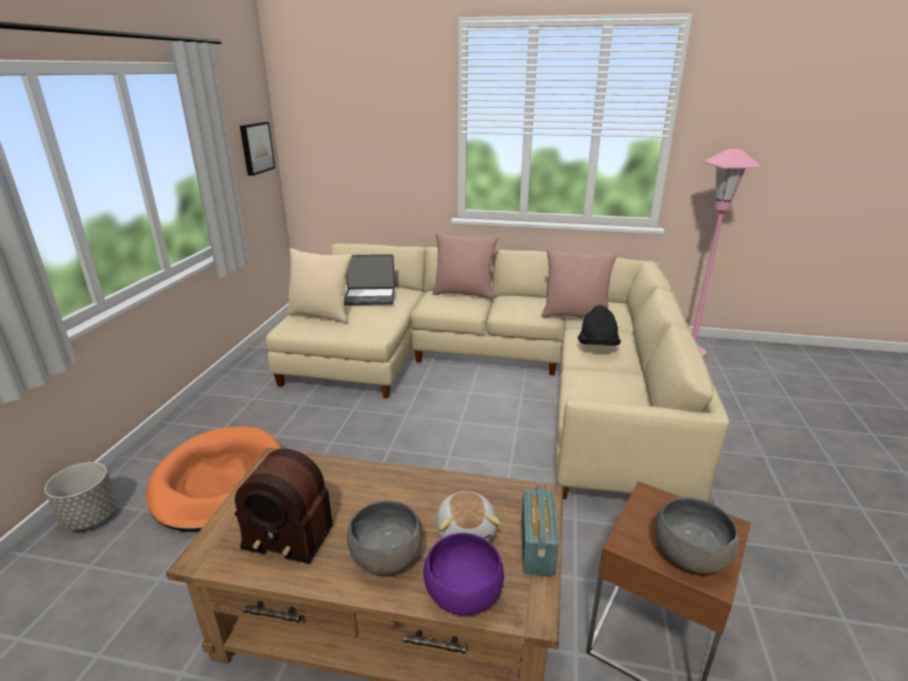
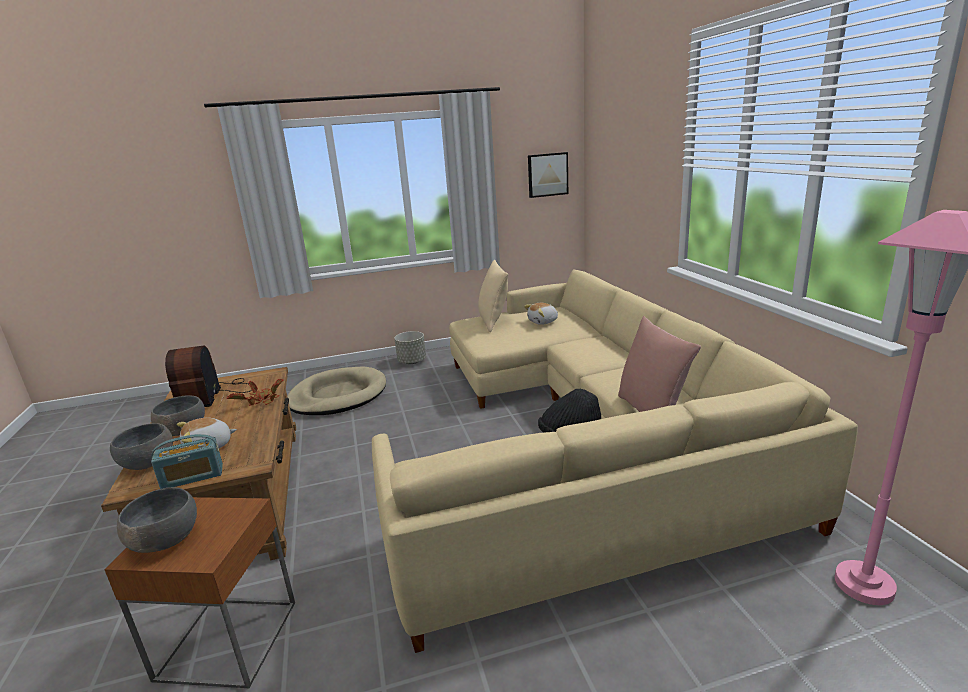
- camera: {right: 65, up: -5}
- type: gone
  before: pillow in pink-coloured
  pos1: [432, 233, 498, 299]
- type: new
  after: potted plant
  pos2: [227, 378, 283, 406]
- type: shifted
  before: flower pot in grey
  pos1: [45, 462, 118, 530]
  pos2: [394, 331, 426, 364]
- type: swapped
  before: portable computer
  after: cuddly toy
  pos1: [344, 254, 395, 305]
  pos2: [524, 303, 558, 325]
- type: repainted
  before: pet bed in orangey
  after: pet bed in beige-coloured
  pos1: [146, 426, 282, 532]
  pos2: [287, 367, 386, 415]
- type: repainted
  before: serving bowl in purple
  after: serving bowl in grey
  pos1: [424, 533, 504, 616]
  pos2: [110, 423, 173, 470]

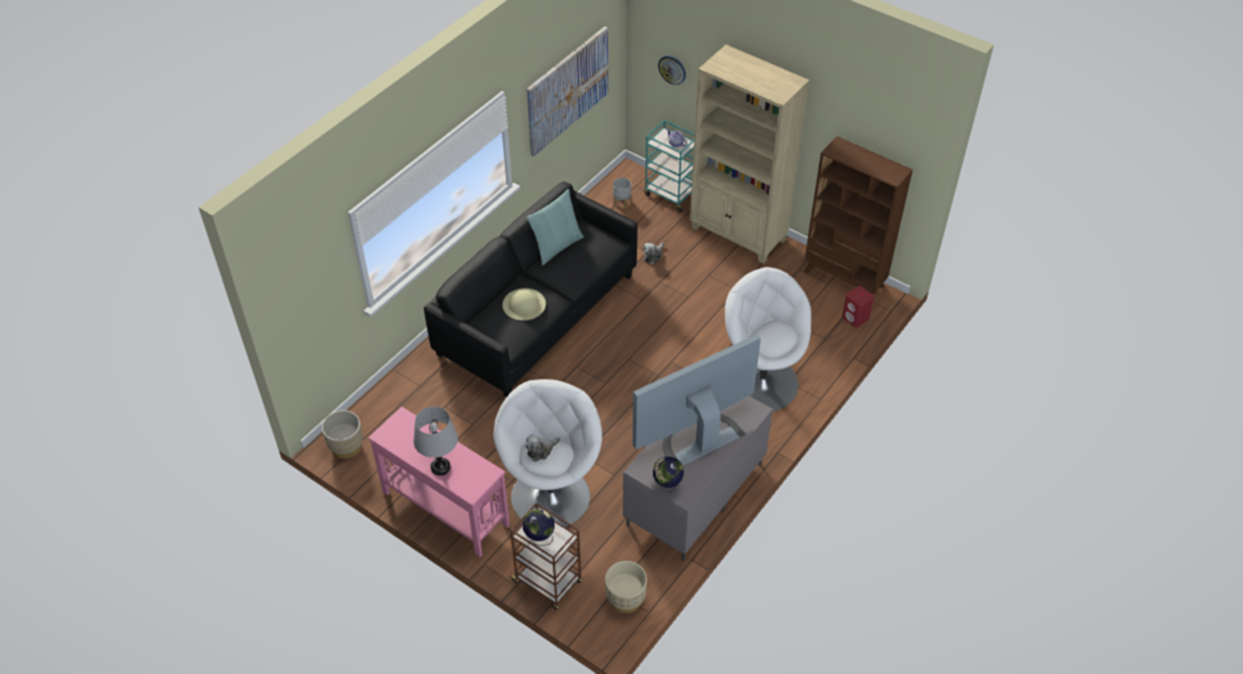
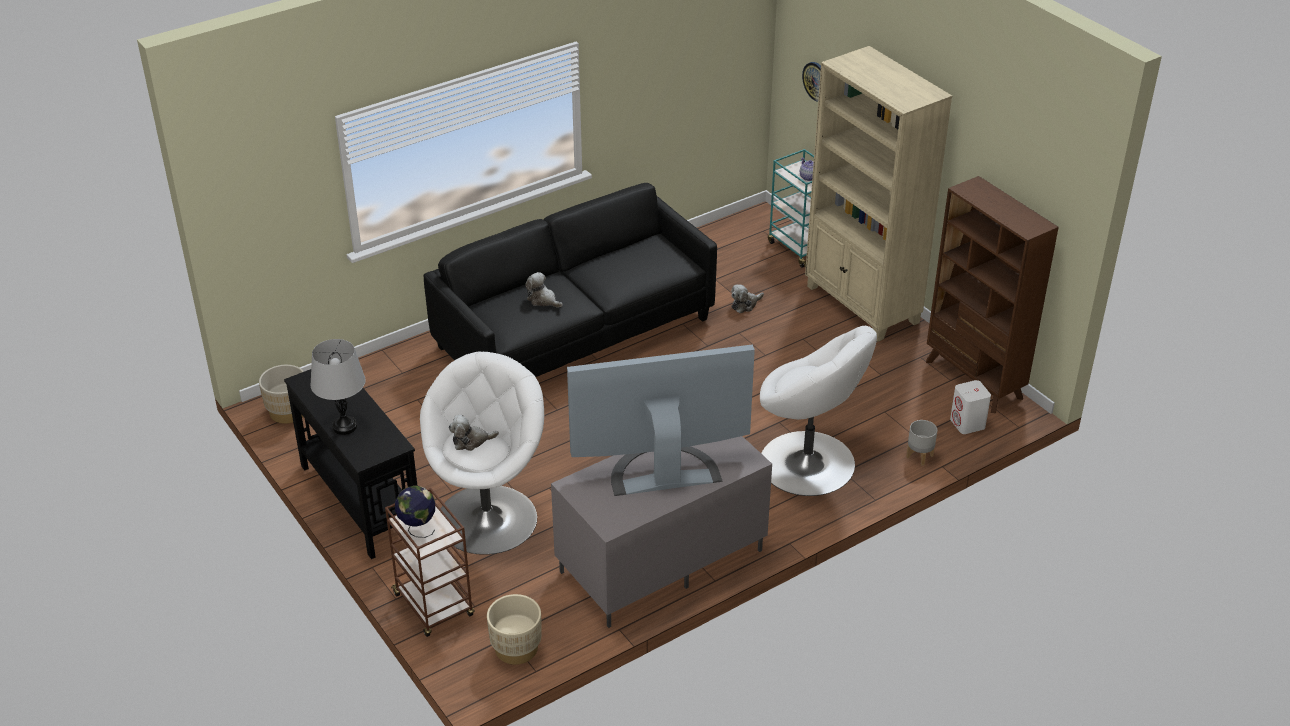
- camera: {right: 20, up: -10}
- type: gone
  before: wall picture
  pos1: [527, 26, 608, 157]
- type: gone
  before: pillow
  pos1: [527, 189, 584, 265]
- type: gone
  before: world globe
  pos1: [653, 457, 684, 492]
- type: shifted
  before: flower pot in grey
  pos1: [613, 178, 631, 208]
  pos2: [906, 420, 937, 466]
- type: swapped
  before: clothing hat in beige-coloured
  after: cuddly toy
  pos1: [502, 288, 546, 321]
  pos2: [525, 272, 563, 308]
- type: repainted
  before: hall table in pink-coloured
  after: hall table in blackish
  pos1: [368, 407, 510, 557]
  pos2: [284, 369, 417, 559]
- type: repainted
  before: speaker in red-coloured
  after: speaker in whitish
  pos1: [842, 286, 874, 327]
  pos2: [950, 380, 991, 434]
- type: rotated
  before: armchair in whitish
  pos1: [725, 267, 811, 411]
  pos2: [760, 326, 877, 496]
  turn: 150

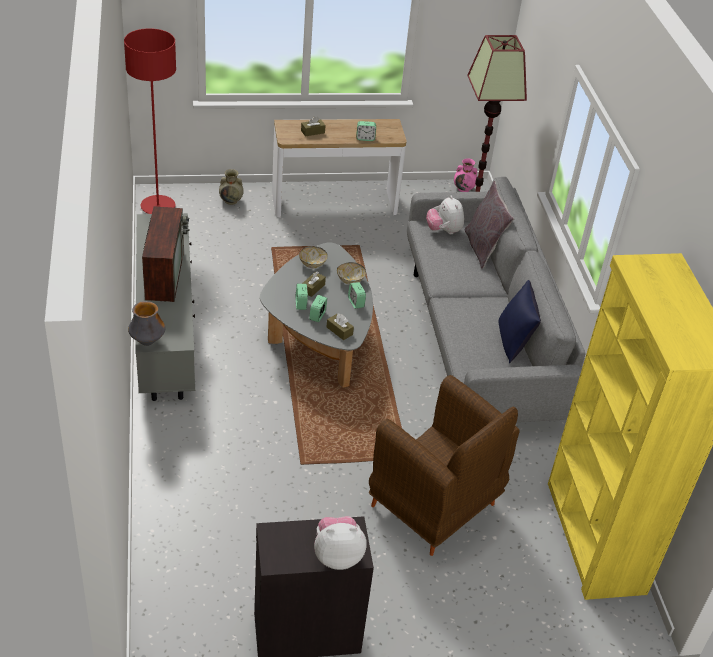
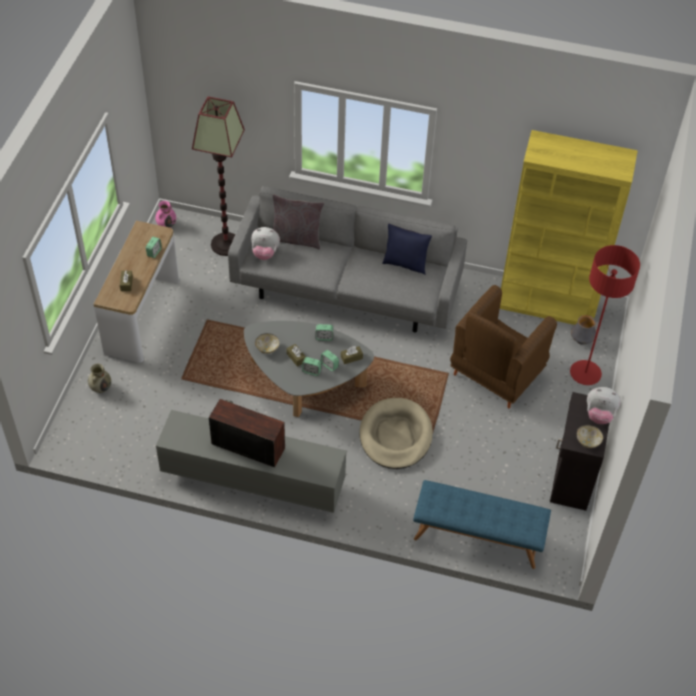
- camera: {right: -65, up: 10}
- type: new
  after: pet bed in beige-coloured
  pos2: [359, 398, 433, 469]
- type: new
  after: indoor bench in blue
  pos2: [413, 480, 551, 569]
- type: shifted
  before: standard lamp in red-coloured
  pos1: [124, 28, 176, 214]
  pos2: [570, 245, 640, 385]
- type: shifted
  before: flower vase
  pos1: [128, 301, 165, 346]
  pos2: [571, 315, 596, 345]
- type: shifted
  before: serving bowl
  pos1: [337, 262, 366, 284]
  pos2: [577, 425, 603, 448]
- type: rotated
  before: cuddly toy
  pos1: [314, 516, 367, 570]
  pos2: [587, 387, 621, 424]
  turn: -90
- type: rotated
  before: armchair in brown
  pos1: [369, 375, 520, 556]
  pos2: [450, 285, 557, 409]
  turn: 150

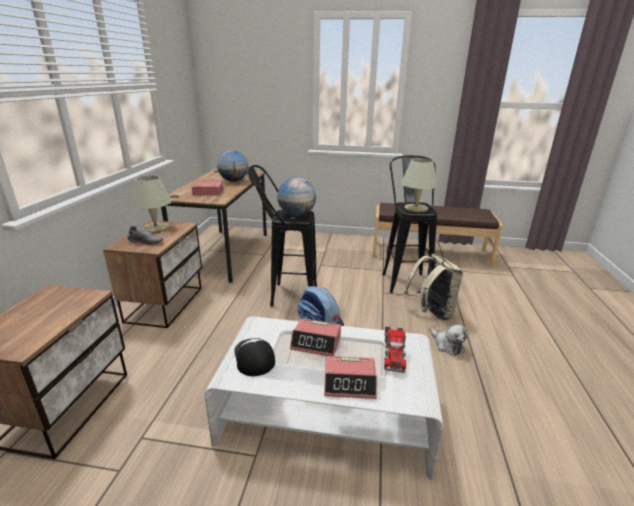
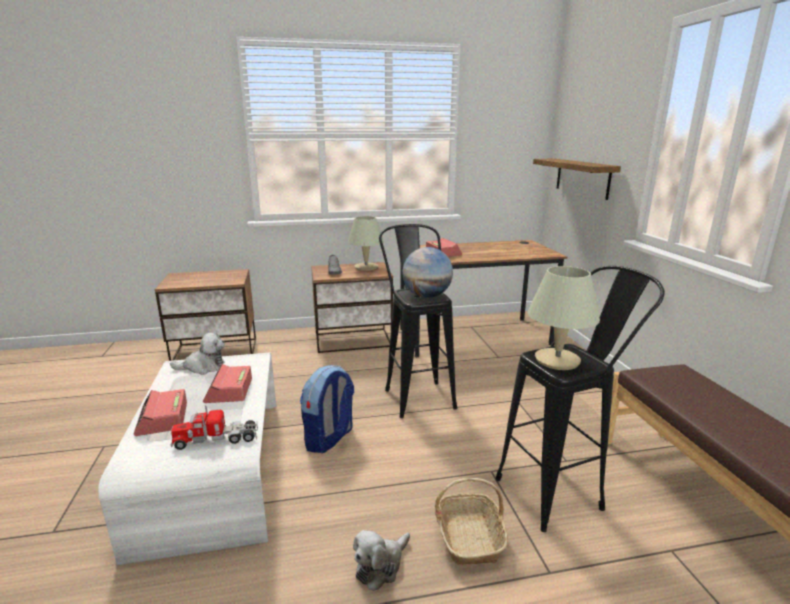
- camera: {right: 70, up: -5}
- type: gone
  before: world globe
  pos1: [217, 150, 248, 182]
- type: new
  after: wall shelf
  pos2: [533, 159, 621, 200]
- type: swapped
  before: peaked cap
  after: cuddly toy
  pos1: [234, 338, 275, 376]
  pos2: [170, 332, 225, 375]
- type: swapped
  before: knapsack in beige-coloured
  after: storage basket
  pos1: [404, 254, 463, 320]
  pos2: [435, 478, 508, 565]

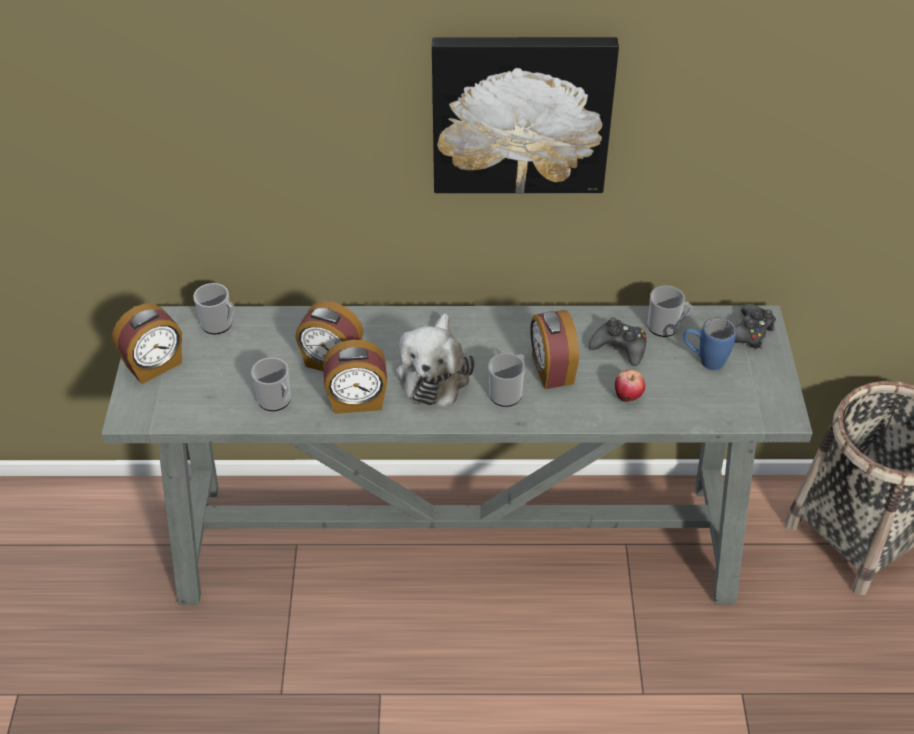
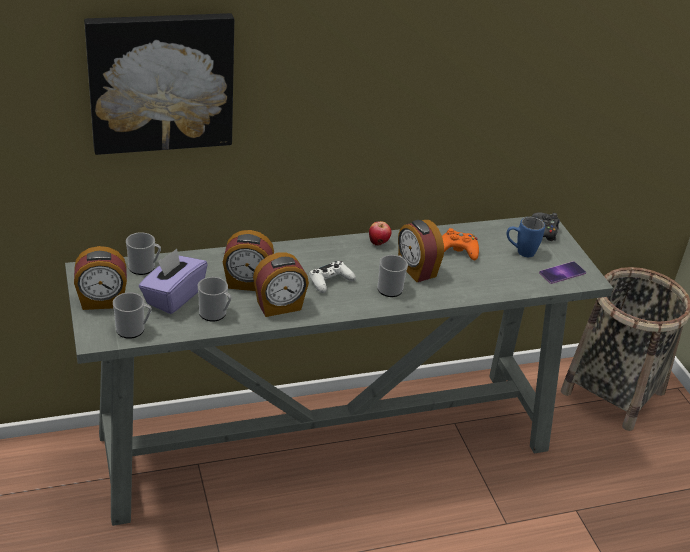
- camera: {right: -20, up: -10}
- type: new
  after: tissue holder in purple
  pos2: [139, 248, 208, 314]
- type: new
  after: phone
  pos2: [539, 261, 586, 284]
- type: shifted
  before: wall picture
  pos1: [432, 37, 619, 193]
  pos2: [84, 13, 234, 155]
- type: shifted
  before: apple
  pos1: [615, 369, 645, 402]
  pos2: [369, 221, 391, 246]
- type: shifted
  before: coffee mug
  pos1: [647, 285, 692, 337]
  pos2: [113, 292, 152, 339]
- type: swapped
  before: cuddly toy
  after: game controller in whitish
  pos1: [396, 313, 475, 406]
  pos2: [309, 261, 356, 293]
- type: repainted
  before: game controller in blackish
  after: game controller in orangey
  pos1: [588, 317, 646, 366]
  pos2: [442, 228, 479, 260]
- type: rotated
  before: alarm clock
  pos1: [112, 304, 182, 384]
  pos2: [74, 246, 127, 310]
  turn: 45

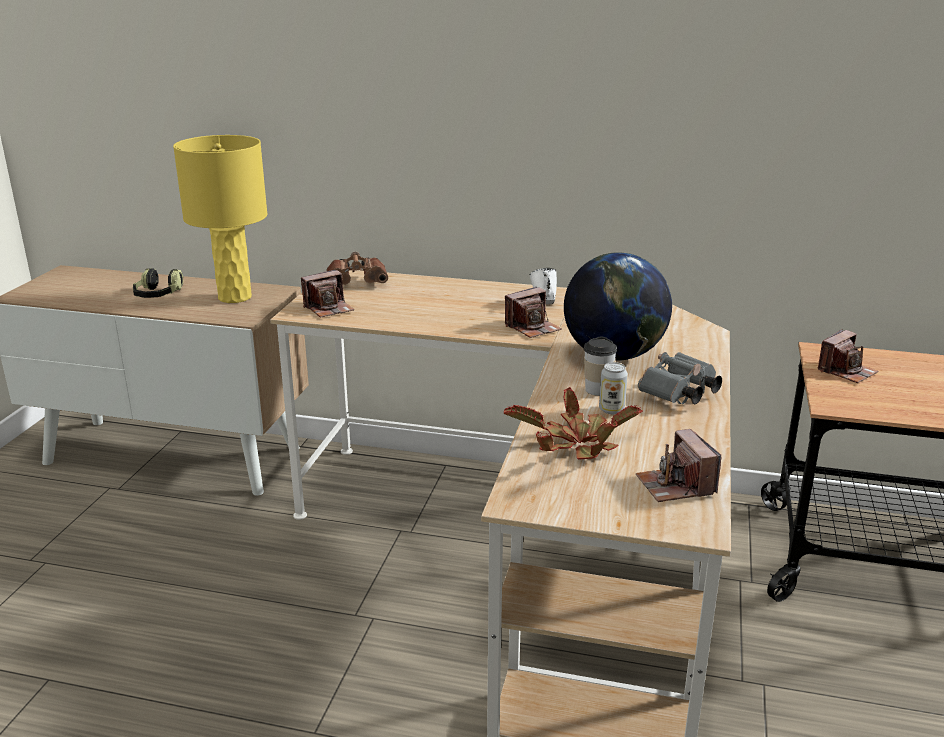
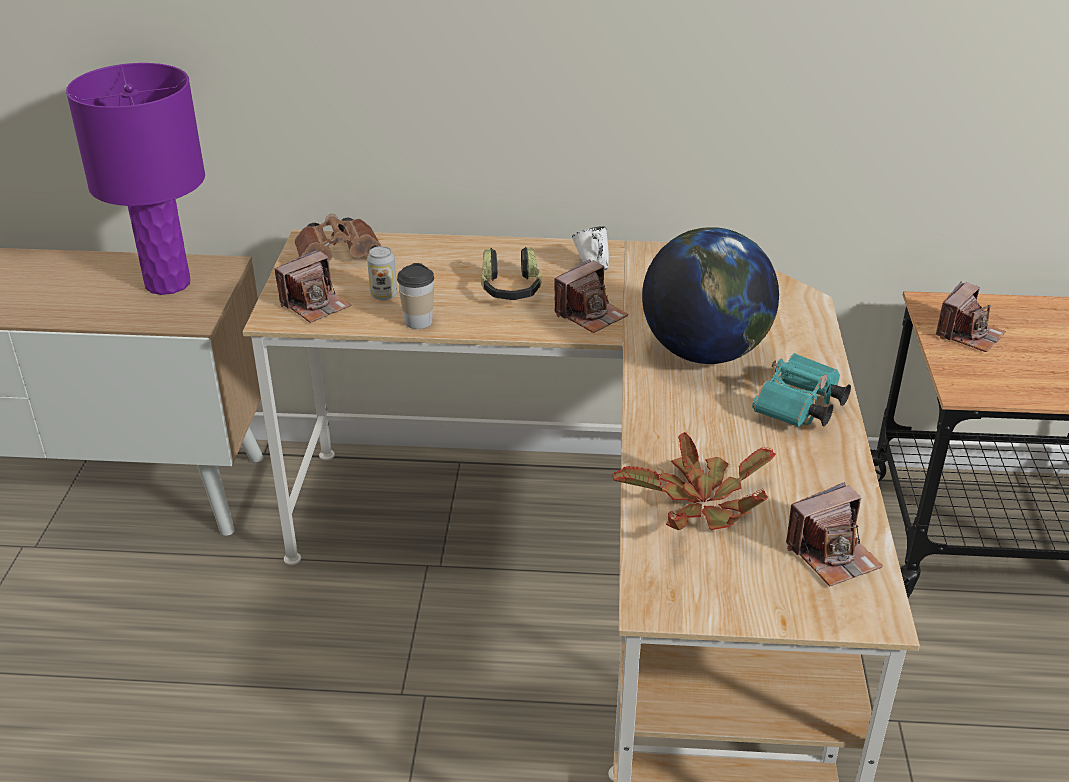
- camera: {right: -10, up: 10}
- type: shifted
  before: pair of headphones
  pos1: [133, 268, 183, 298]
  pos2: [481, 247, 542, 300]
- type: shifted
  before: cup
  pos1: [584, 337, 617, 396]
  pos2: [397, 263, 434, 329]
- type: shifted
  before: can
  pos1: [599, 362, 628, 414]
  pos2: [367, 246, 397, 300]
- type: repainted
  before: lamp for a table in yellow-coloured
  after: lamp for a table in purple
  pos1: [173, 135, 268, 303]
  pos2: [66, 63, 205, 295]
- type: repainted
  before: pair of binoculars in grey
  after: pair of binoculars in turquoise-coloured
  pos1: [638, 352, 722, 404]
  pos2: [752, 353, 851, 427]
- type: rotated
  before: still camera
  pos1: [636, 429, 721, 502]
  pos2: [786, 482, 883, 587]
  turn: -90

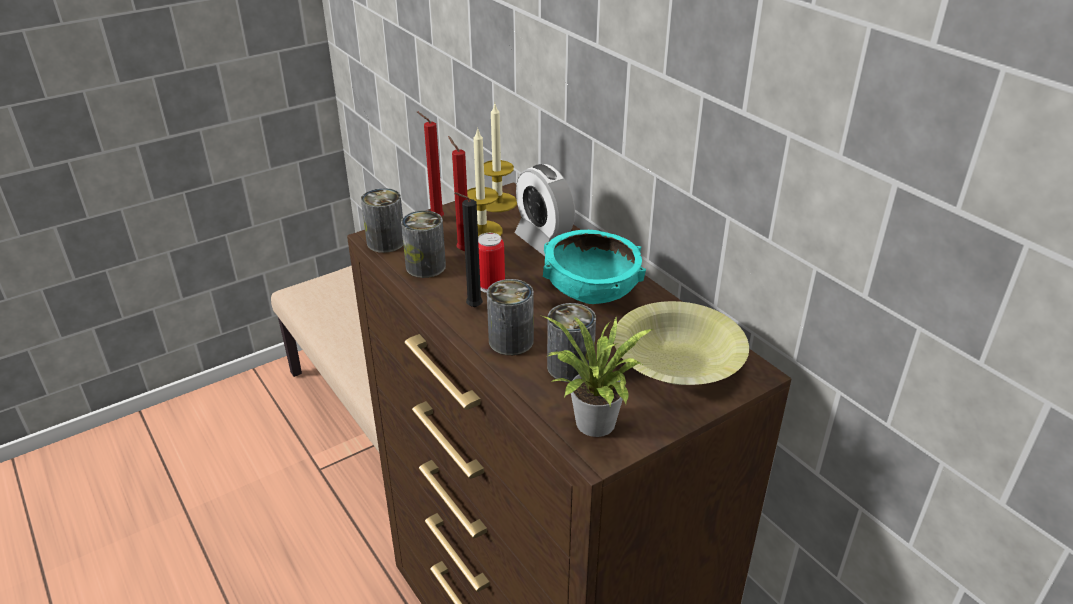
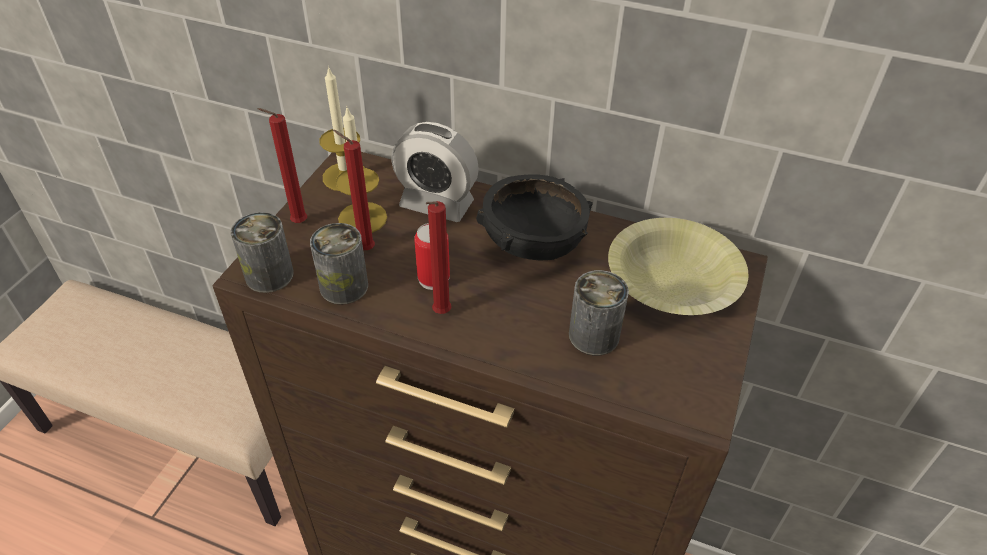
- camera: {right: -35, up: 10}
- type: gone
  before: can
  pos1: [487, 279, 534, 355]
- type: gone
  before: potted plant
  pos1: [542, 316, 654, 437]
- type: repainted
  before: candle in blackish
  after: candle in red-coloured
  pos1: [455, 192, 483, 307]
  pos2: [425, 201, 451, 314]
- type: repainted
  before: serving bowl in turquoise-coloured
  after: serving bowl in blackish
  pos1: [543, 230, 646, 304]
  pos2: [476, 174, 593, 260]

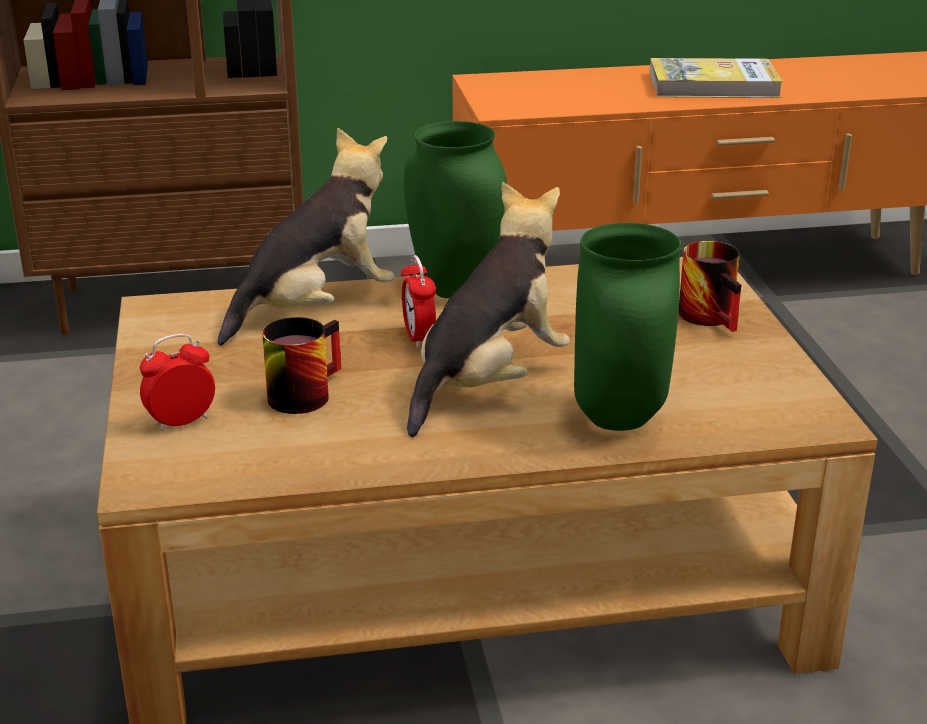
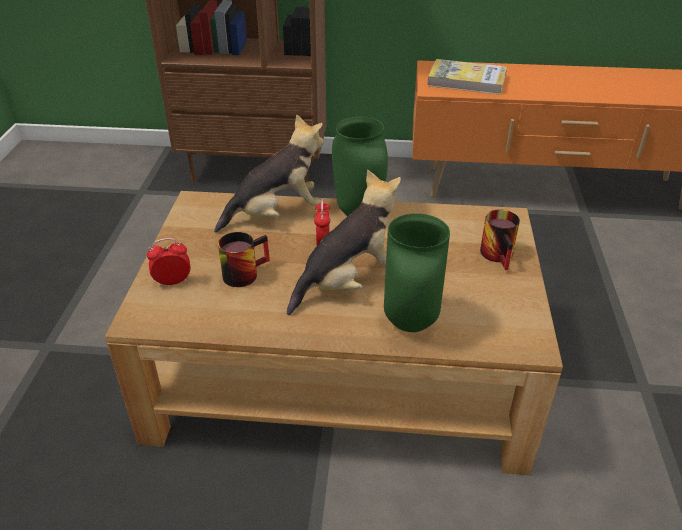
- camera: {right: 15, up: 10}
- type: shifted
  before: volume
  pos1: [650, 58, 783, 98]
  pos2: [427, 59, 507, 95]

